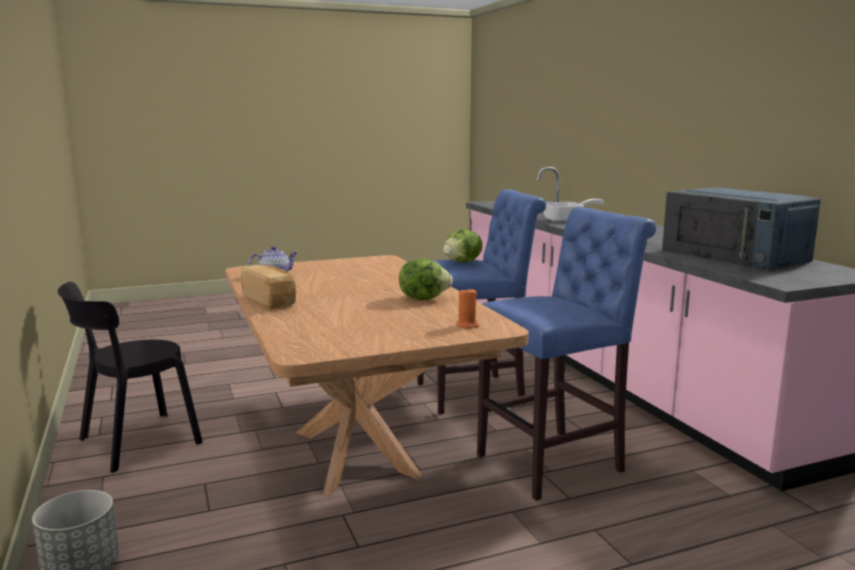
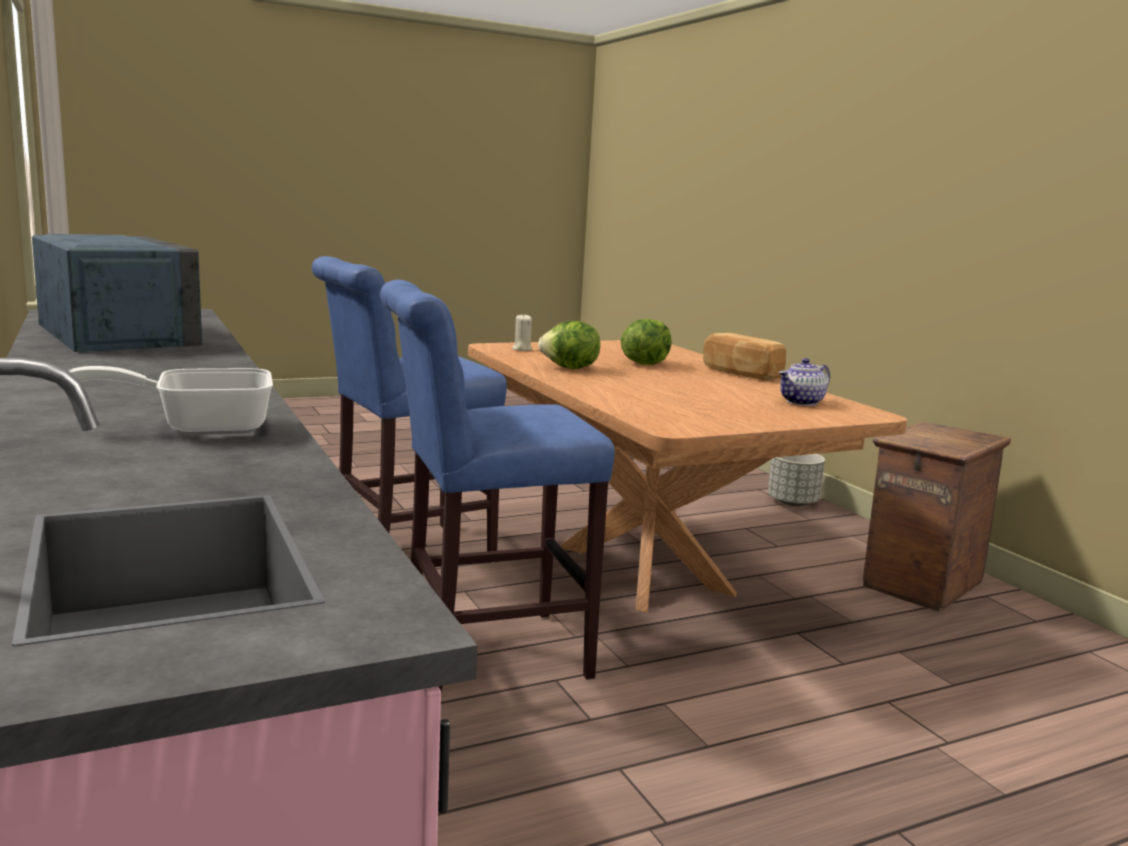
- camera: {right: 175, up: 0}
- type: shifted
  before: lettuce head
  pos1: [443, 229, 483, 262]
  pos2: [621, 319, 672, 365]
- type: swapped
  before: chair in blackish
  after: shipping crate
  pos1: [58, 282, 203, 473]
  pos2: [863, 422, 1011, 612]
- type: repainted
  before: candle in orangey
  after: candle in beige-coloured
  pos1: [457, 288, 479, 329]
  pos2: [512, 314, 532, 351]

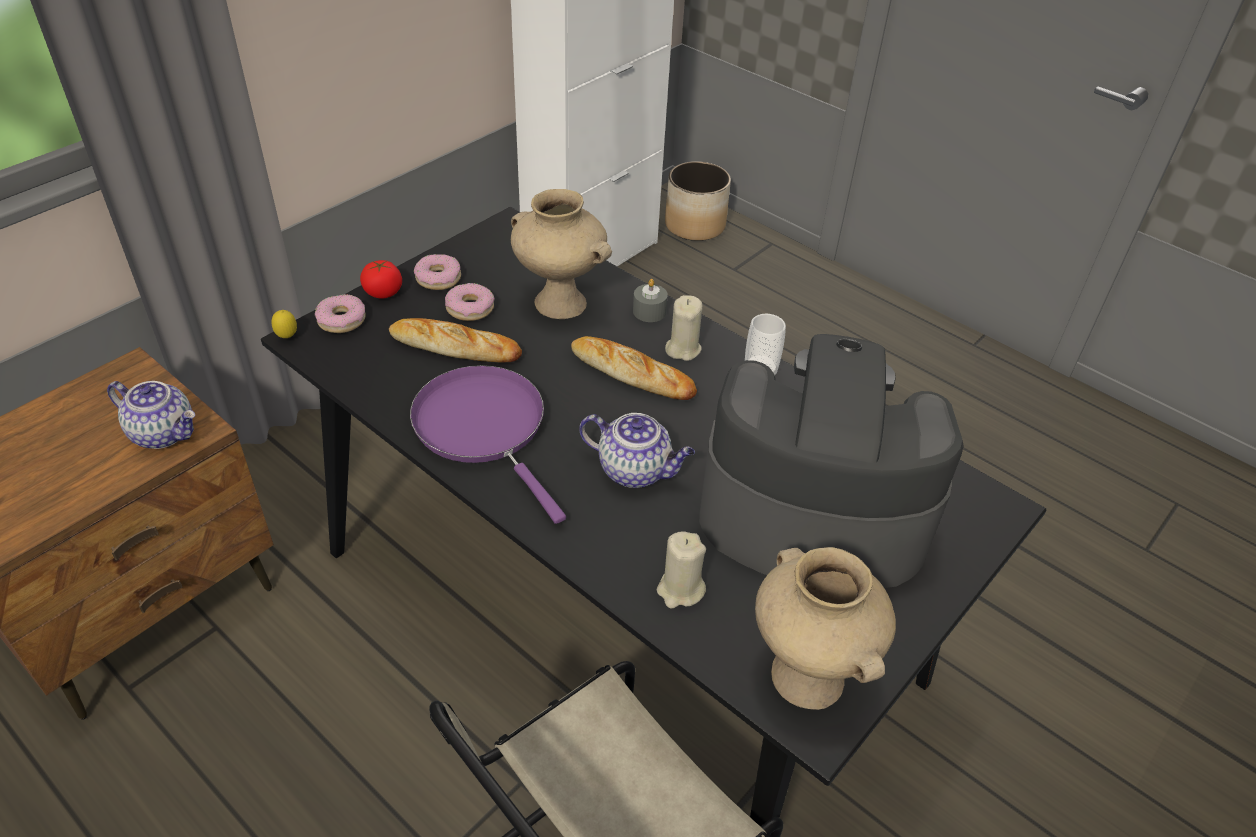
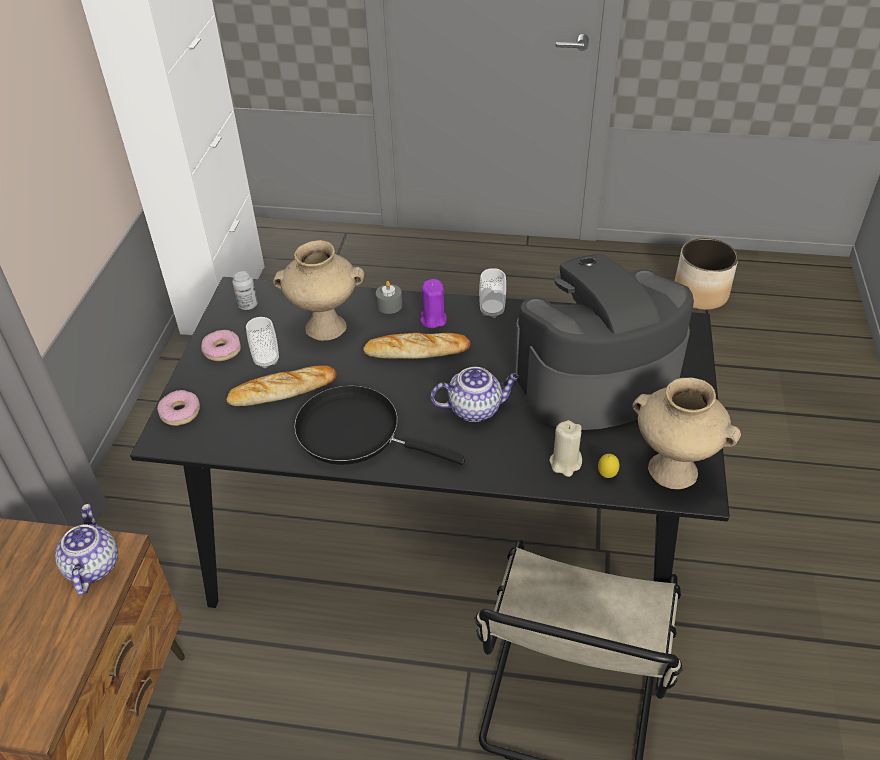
- camera: {right: -30, up: 0}
- type: gone
  before: fresh tomato
  pos1: [360, 260, 402, 299]
- type: new
  after: can
  pos2: [232, 271, 258, 310]
- type: shifted
  before: citrus fruit
  pos1: [272, 310, 297, 338]
  pos2: [598, 454, 619, 478]
- type: shifted
  before: flower pot
  pos1: [665, 161, 731, 241]
  pos2: [675, 238, 738, 310]
- type: swapped
  before: donut
  after: cup
  pos1: [445, 283, 495, 321]
  pos2: [246, 317, 279, 368]
- type: repainted
  before: skillet in purple
  after: skillet in blackish
  pos1: [410, 365, 566, 524]
  pos2: [294, 385, 466, 465]
- type: repainted
  before: candle in beige-coloured
  after: candle in purple
  pos1: [665, 295, 703, 361]
  pos2: [420, 279, 447, 328]
- type: rotated
  before: teapot
  pos1: [107, 381, 195, 449]
  pos2: [55, 504, 118, 595]
  turn: -90

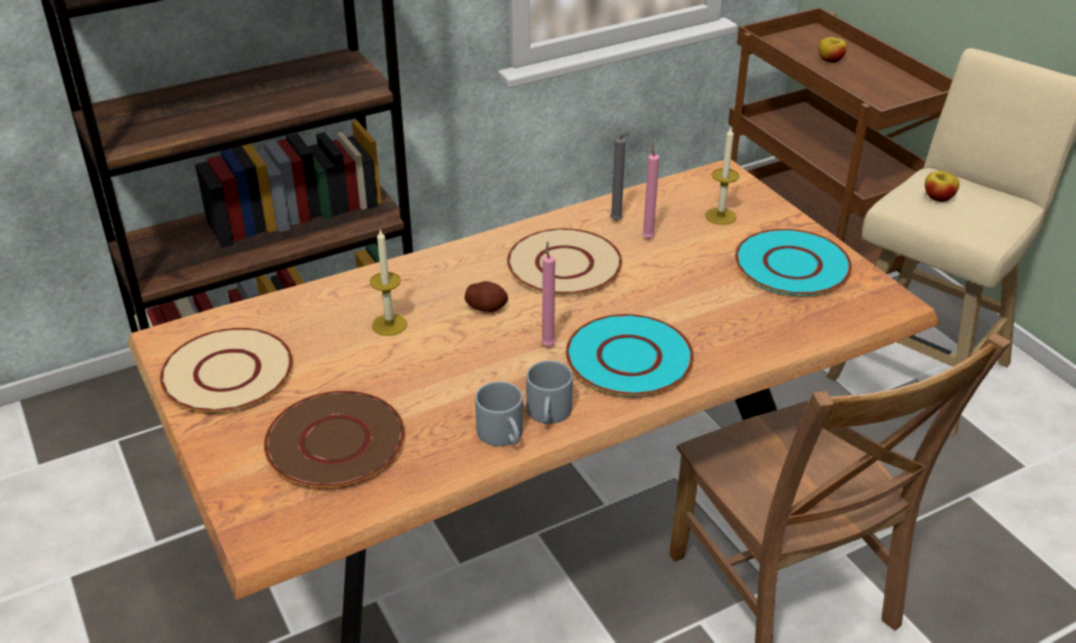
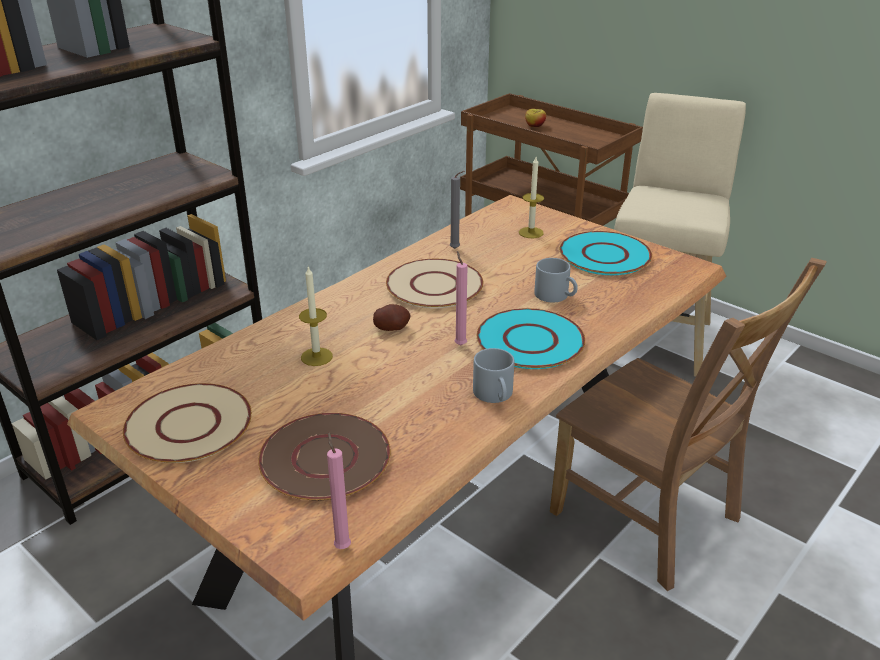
- camera: {right: -20, up: -5}
- type: gone
  before: apple
  pos1: [925, 171, 959, 202]
- type: shifted
  before: coffee mug in grey
  pos1: [475, 381, 523, 446]
  pos2: [534, 258, 578, 303]
- type: shifted
  before: candle in pink-coloured
  pos1: [642, 142, 659, 239]
  pos2: [327, 432, 351, 549]

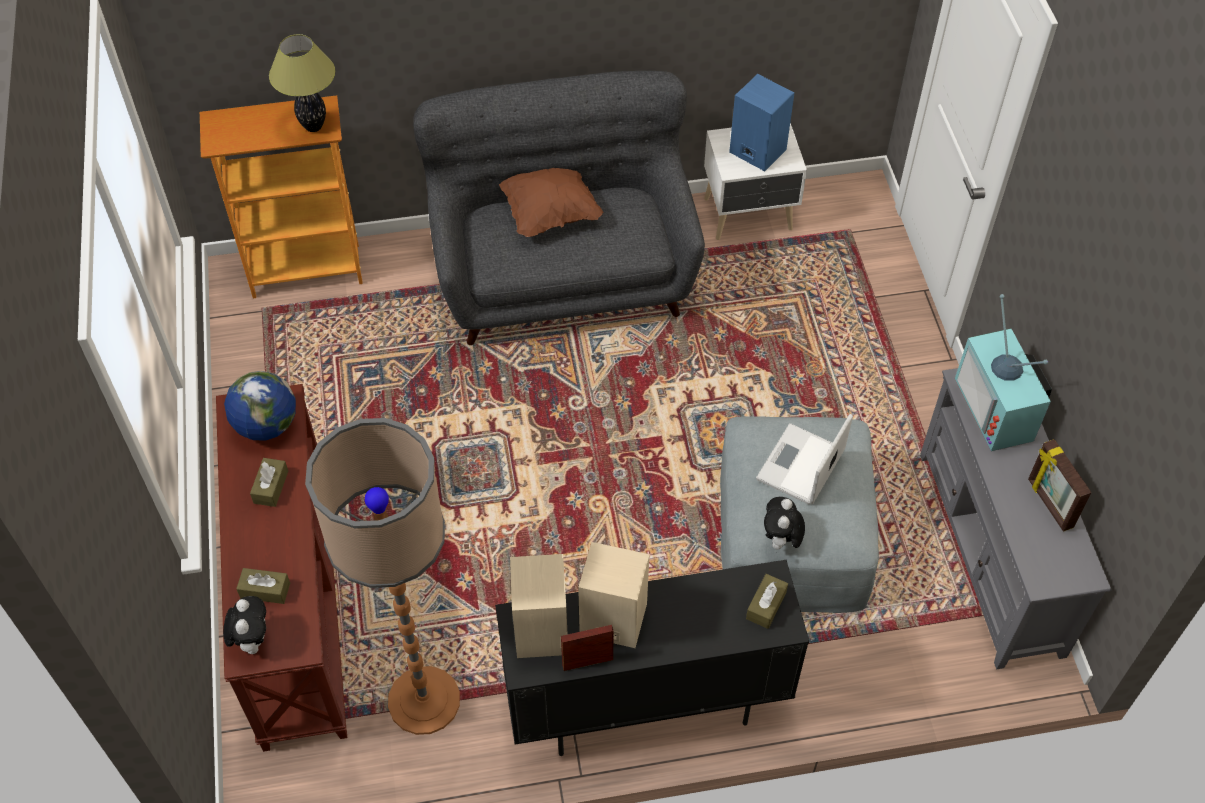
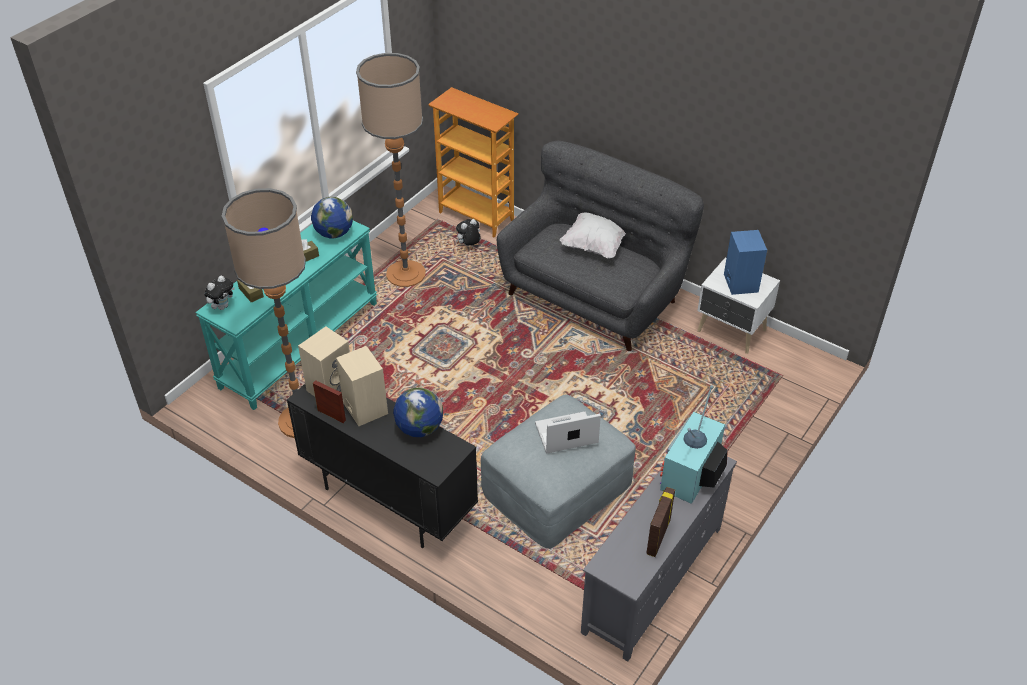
- camera: {right: 45, up: -10}
- type: gone
  before: lamp for a table
  pos1: [269, 34, 335, 132]
- type: gone
  before: tissue holder in brown
  pos1: [746, 574, 788, 629]
- type: new
  after: standard lamp
  pos2: [356, 53, 426, 287]
- type: new
  after: world globe
  pos2: [393, 387, 443, 437]
- type: shifted
  before: cuddly toy
  pos1: [764, 497, 805, 549]
  pos2: [456, 219, 481, 246]
- type: repainted
  before: hall table in brown
  after: hall table in turquoise-coloured
  pos1: [216, 384, 347, 752]
  pos2: [195, 220, 377, 410]
- type: repainted
  before: pillow in brown
  after: pillow in whitish
  pos1: [499, 168, 603, 237]
  pos2: [560, 213, 626, 259]

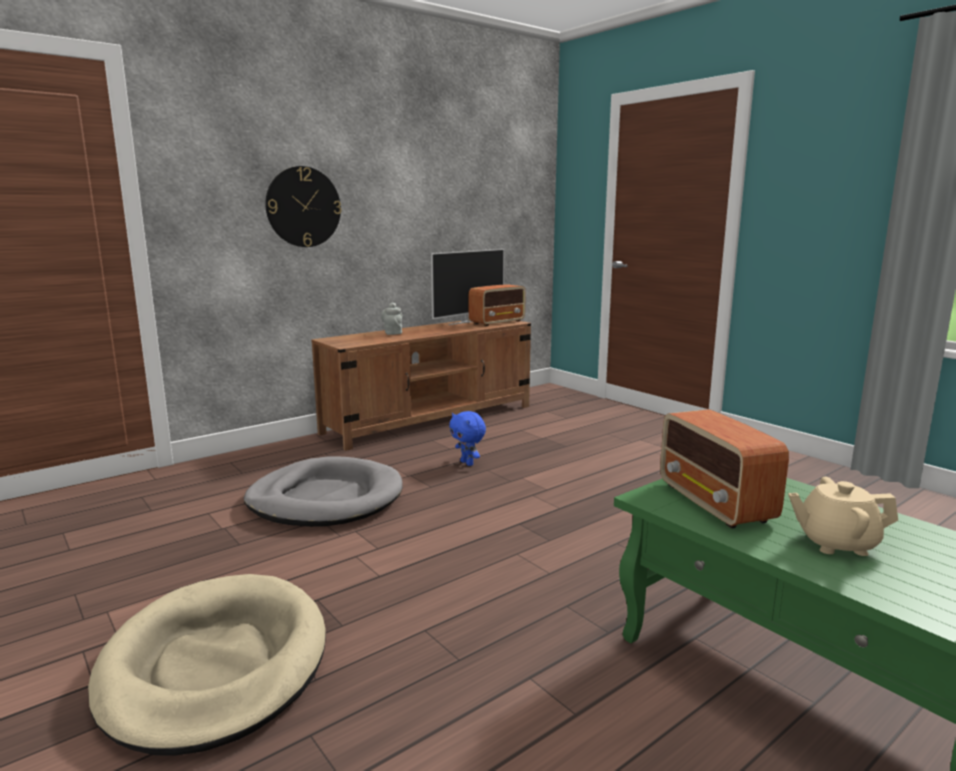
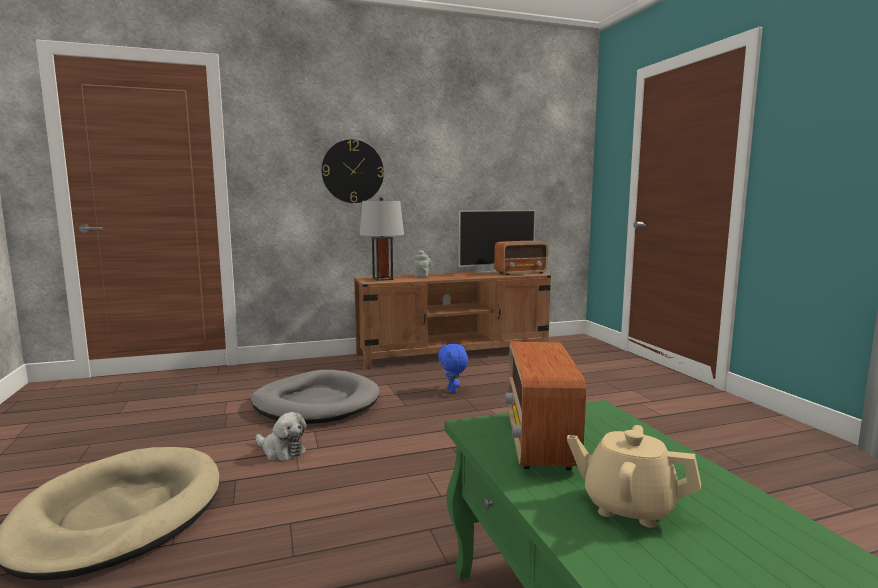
- camera: {right: 20, up: -5}
- type: new
  after: cuddly toy
  pos2: [256, 412, 307, 461]
- type: new
  after: lamp for a table in grey
  pos2: [360, 197, 404, 281]

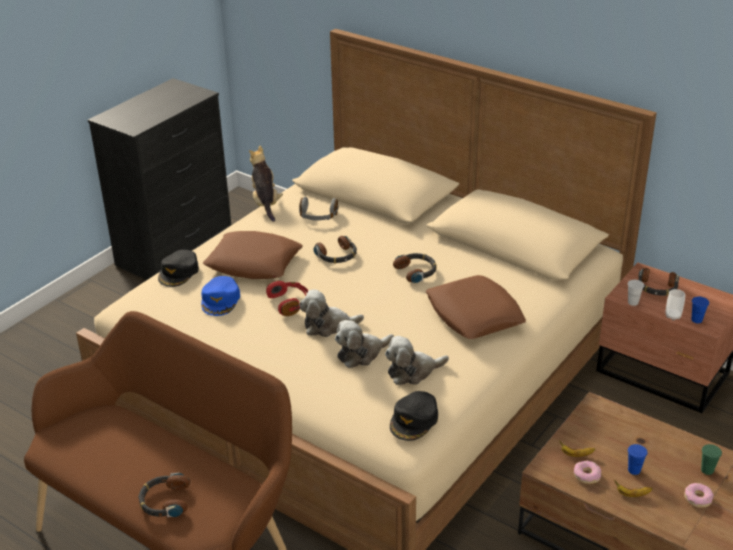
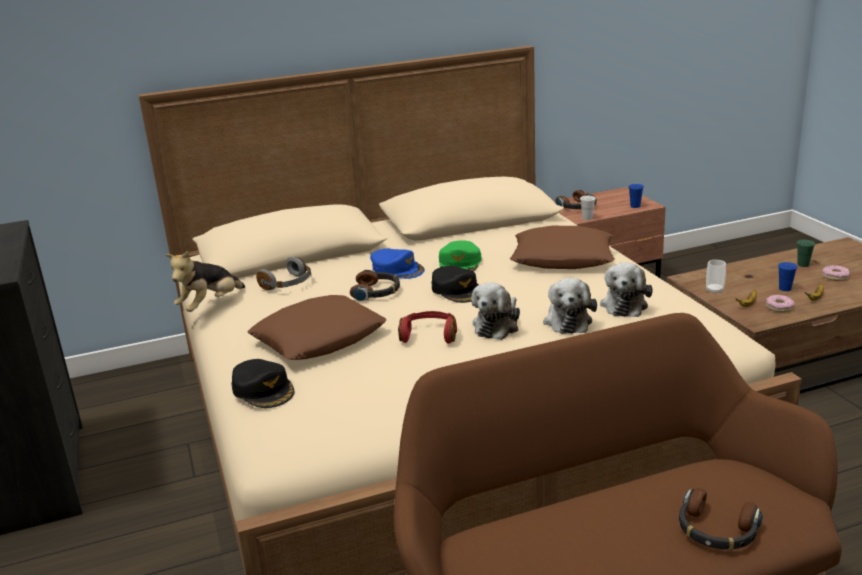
- camera: {right: -55, up: -10}
- type: shifted
  before: peaked cap in blue
  pos1: [201, 276, 240, 316]
  pos2: [370, 249, 425, 279]
- type: shifted
  before: peaked cap in blackish
  pos1: [390, 391, 438, 441]
  pos2: [432, 266, 478, 303]
- type: shifted
  before: cup
  pos1: [665, 289, 685, 321]
  pos2: [706, 260, 726, 294]
- type: swapped
  before: pair of headphones
  after: peaked cap in green-coloured
  pos1: [393, 253, 437, 283]
  pos2: [439, 240, 482, 272]
- type: rotated
  before: cuddly toy
  pos1: [249, 146, 283, 222]
  pos2: [165, 251, 245, 312]
  turn: -75

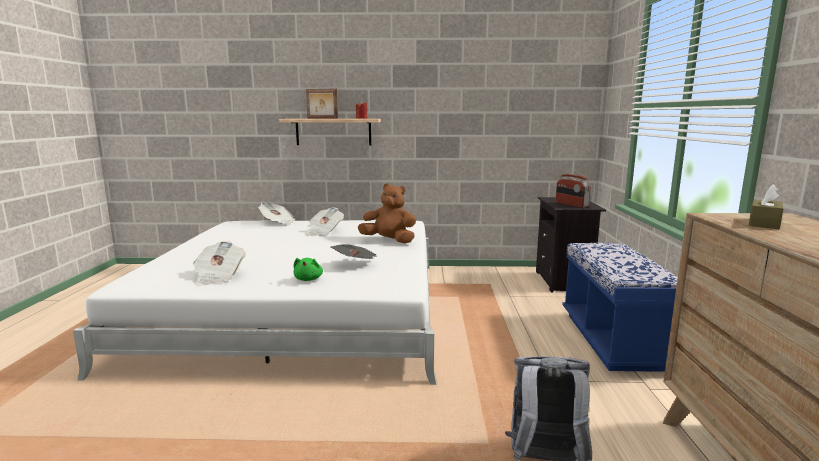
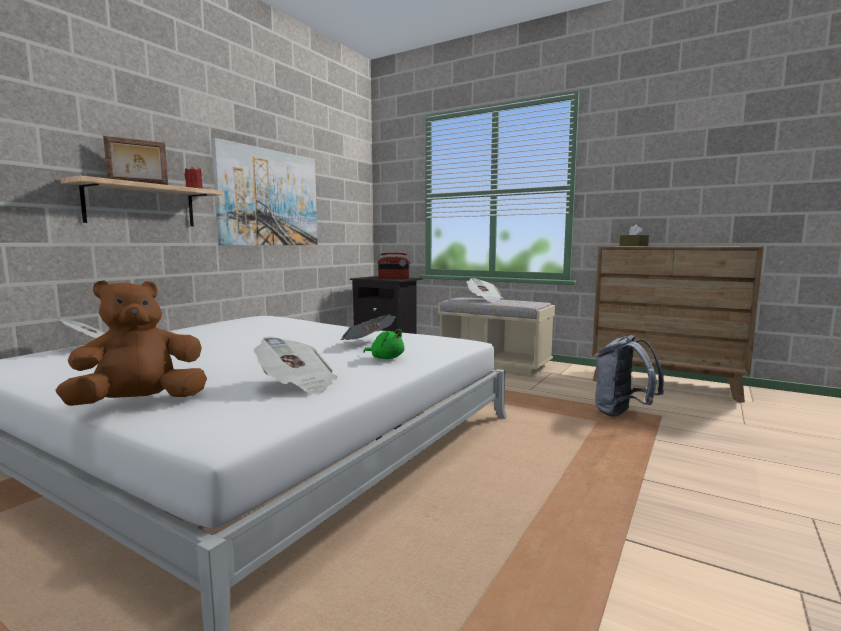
- camera: {right: -60, up: -5}
- type: new
  after: wall picture
  pos2: [212, 138, 318, 245]
- type: shifted
  before: newspaper
  pos1: [306, 207, 344, 236]
  pos2: [466, 278, 503, 302]
- type: shifted
  before: cuddly toy in brown
  pos1: [358, 184, 416, 243]
  pos2: [56, 280, 207, 406]
- type: repainted
  before: indoor bench in blue
  after: indoor bench in beige-coloured
  pos1: [562, 243, 678, 372]
  pos2: [438, 298, 555, 375]

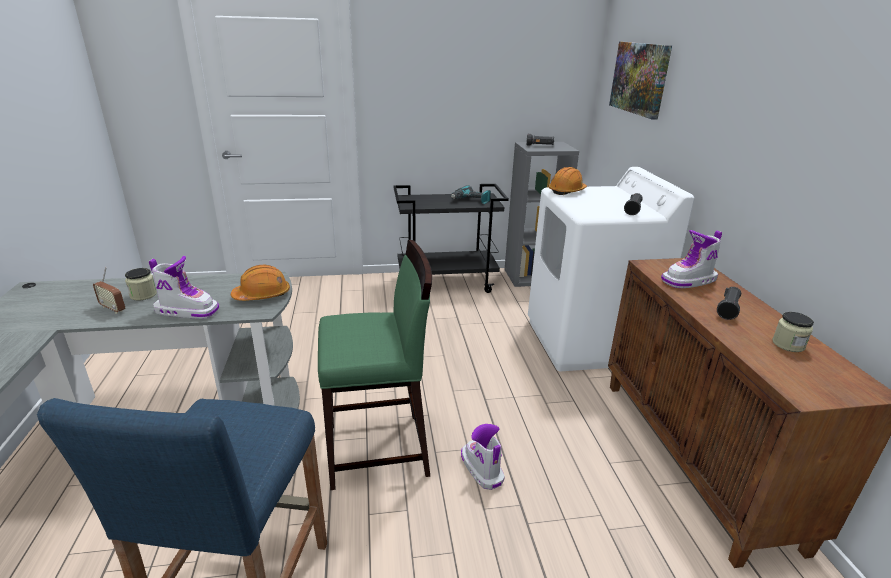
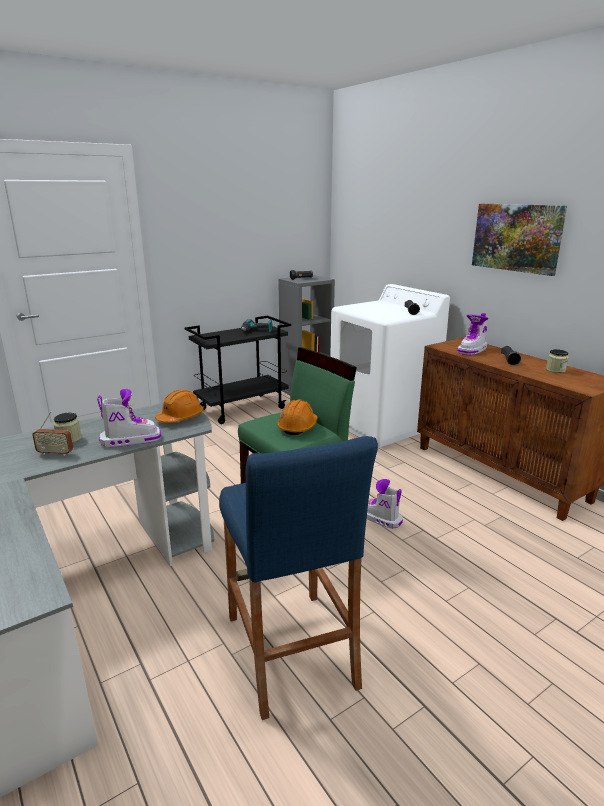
- camera: {right: -25, up: -5}
- type: shifted
  before: safety helmet in orangey
  pos1: [549, 167, 587, 195]
  pos2: [277, 399, 318, 435]
- type: shifted
  before: wall picture
  pos1: [609, 42, 672, 120]
  pos2: [472, 204, 567, 276]

